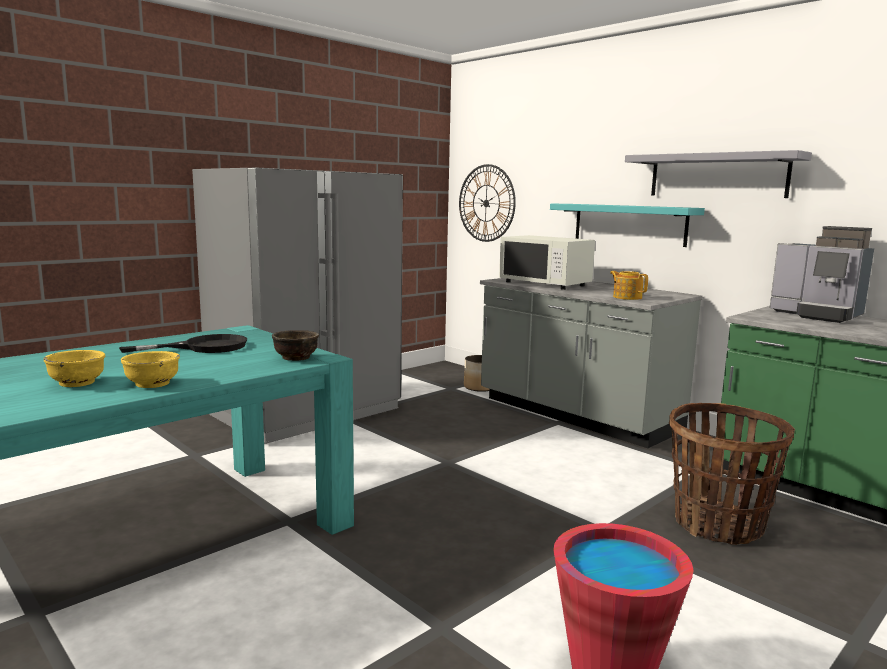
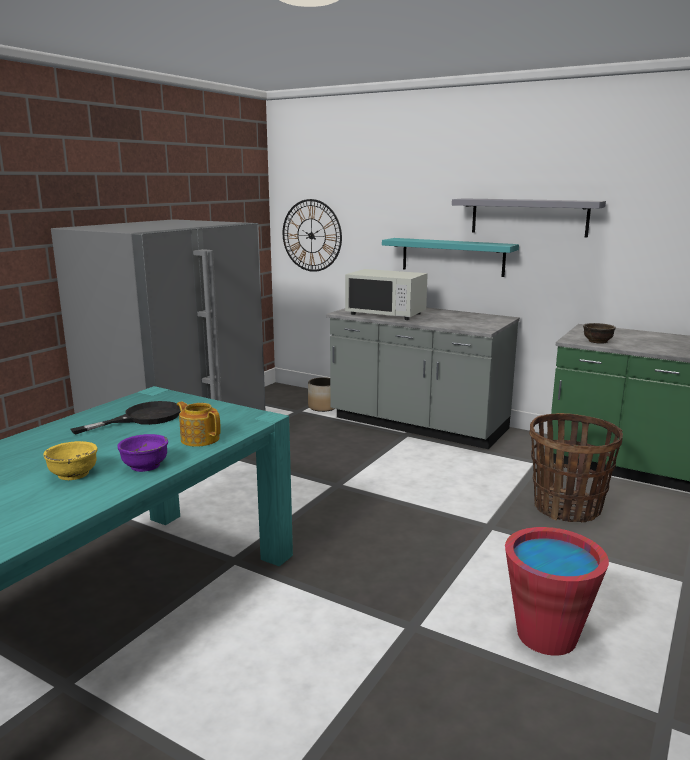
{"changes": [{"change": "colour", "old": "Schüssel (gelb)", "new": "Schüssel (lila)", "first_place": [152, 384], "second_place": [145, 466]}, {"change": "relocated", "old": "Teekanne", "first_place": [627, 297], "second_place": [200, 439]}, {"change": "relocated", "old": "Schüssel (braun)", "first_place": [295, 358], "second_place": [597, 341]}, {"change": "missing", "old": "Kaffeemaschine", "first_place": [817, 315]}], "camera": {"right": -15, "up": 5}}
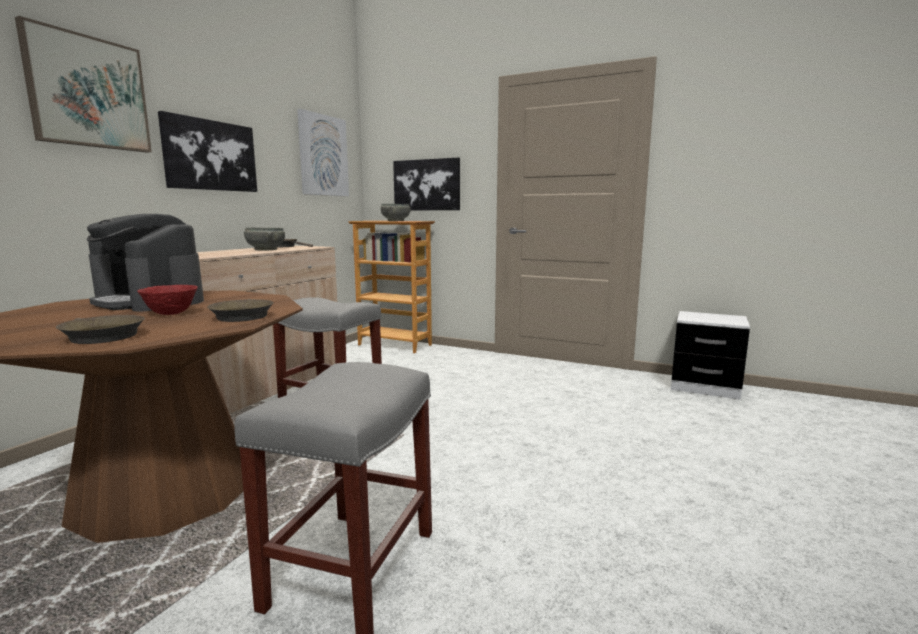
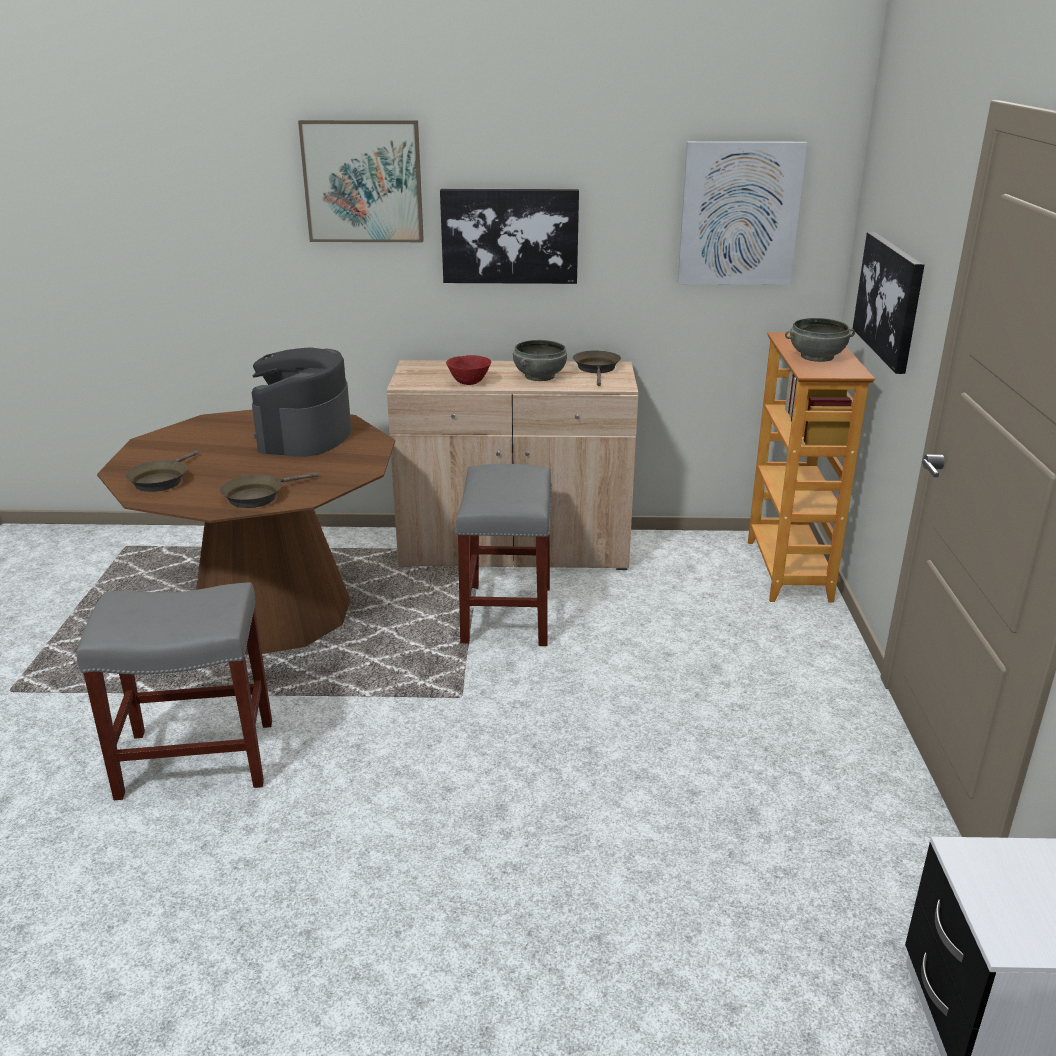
{"changes": [{"change": "relocated", "old": "Schüssel (rot)", "first_place": [171, 314], "second_place": [469, 383]}], "camera": {"right": 65, "up": 15}}
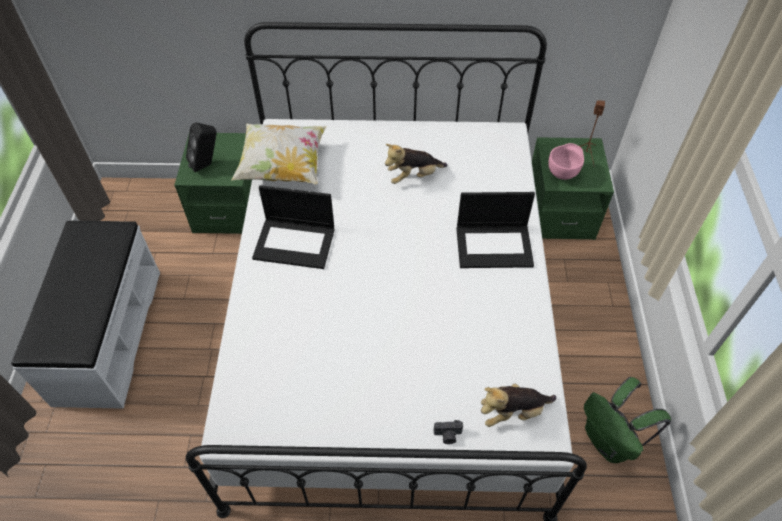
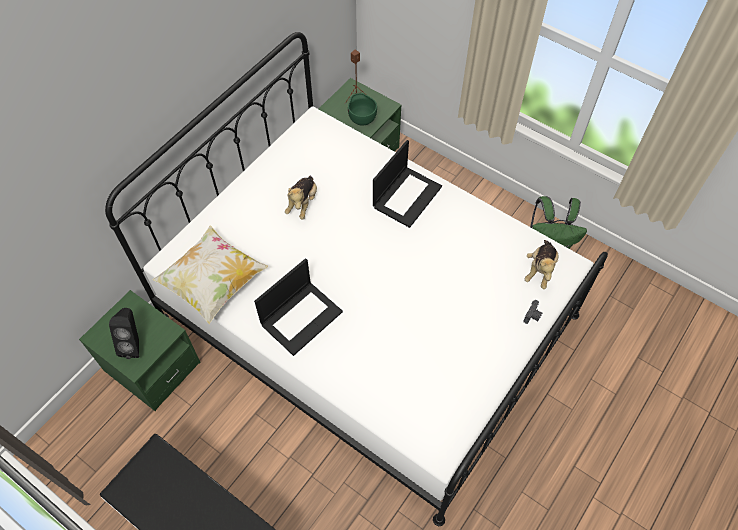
{"changes": [{"change": "colour", "old": "Schüssel (rosa)", "new": "Schüssel (grün)", "first_place": [562, 173], "second_place": [362, 120]}], "camera": {"right": -55, "up": 5}}
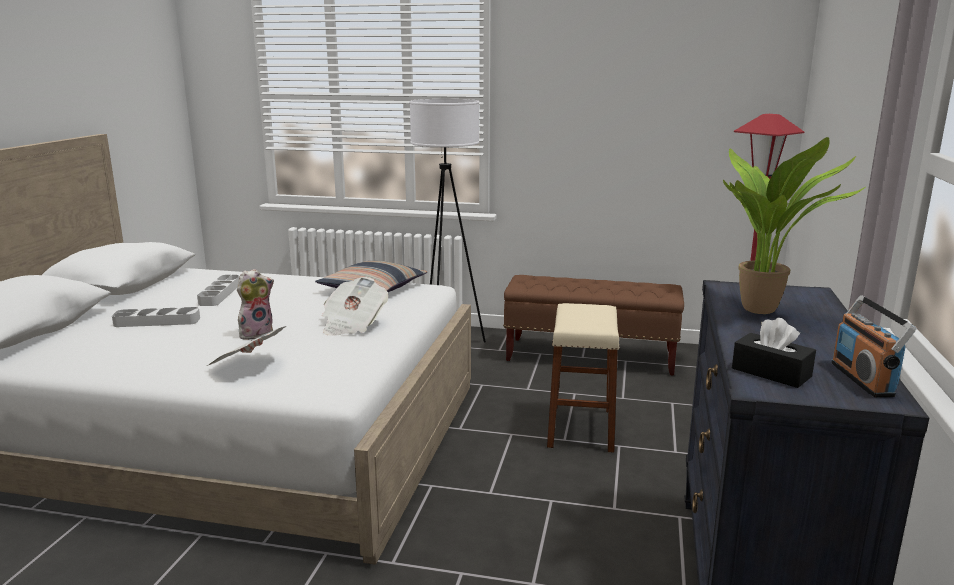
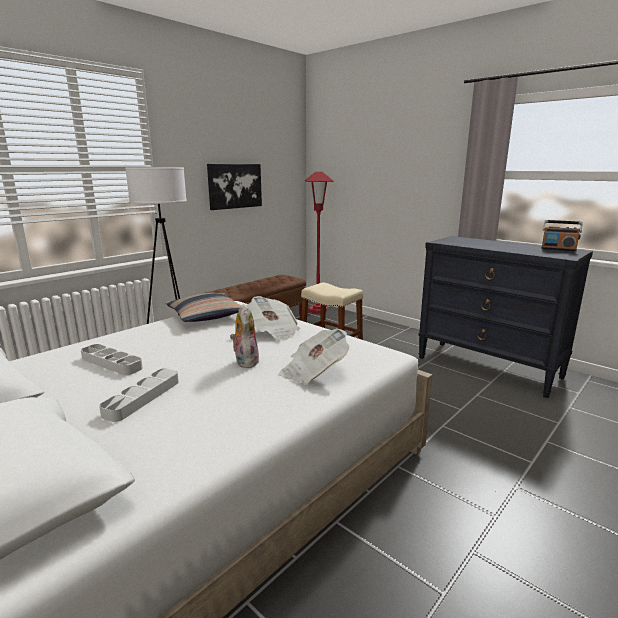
{"changes": [{"change": "appeared", "new": "Bild", "second_place": [234, 186]}, {"change": "missing", "old": "Topfpflanze", "first_place": [765, 310]}, {"change": "missing", "old": "Taschentuchbox (schwarz)", "first_place": [771, 372]}], "camera": {"right": -60, "up": 0}}
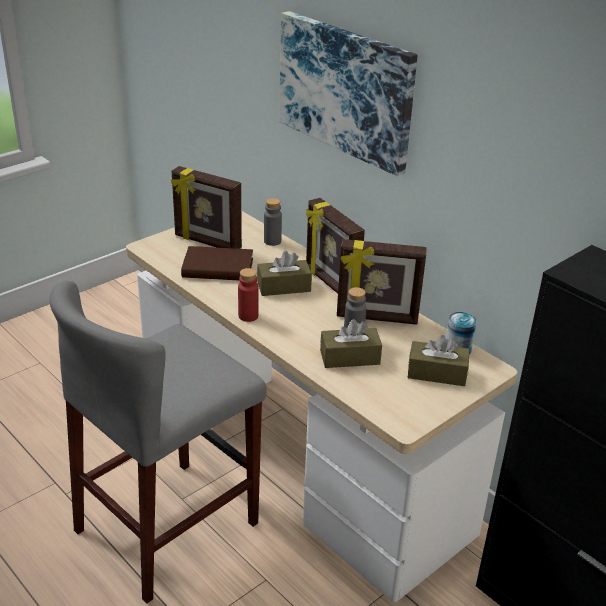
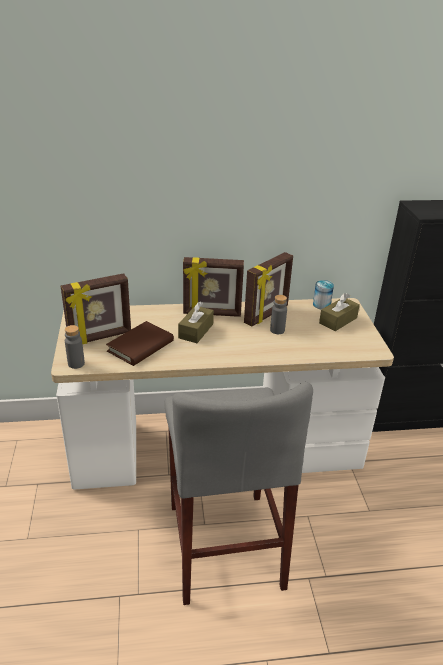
{"changes": [{"change": "relocated", "old": "Flasche (grau)", "first_place": [272, 241], "second_place": [76, 363]}, {"change": "missing", "old": "Flasche (rot)", "first_place": [248, 316]}, {"change": "missing", "old": "Bild", "first_place": [346, 90]}, {"change": "missing", "old": "Taschentuchbox (braun)", "first_place": [350, 357]}], "camera": {"right": -55, "up": 0}}
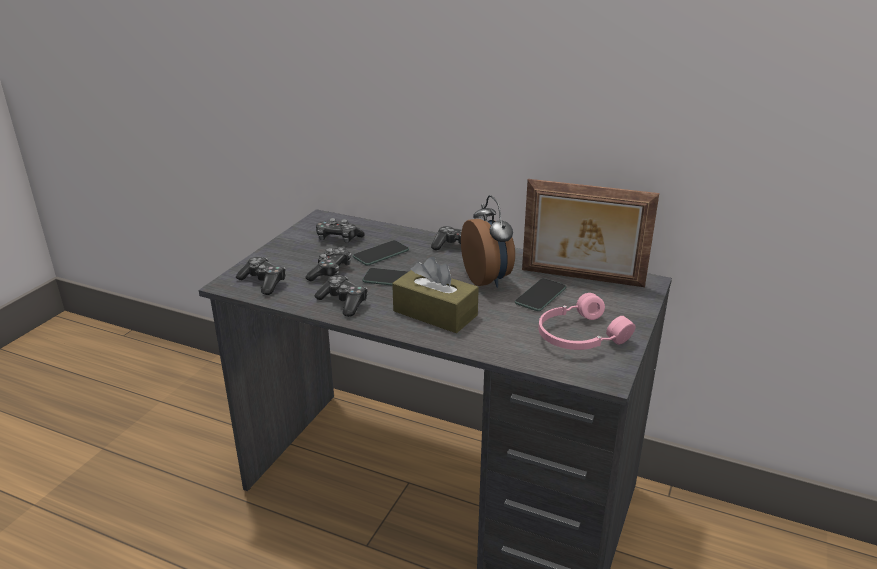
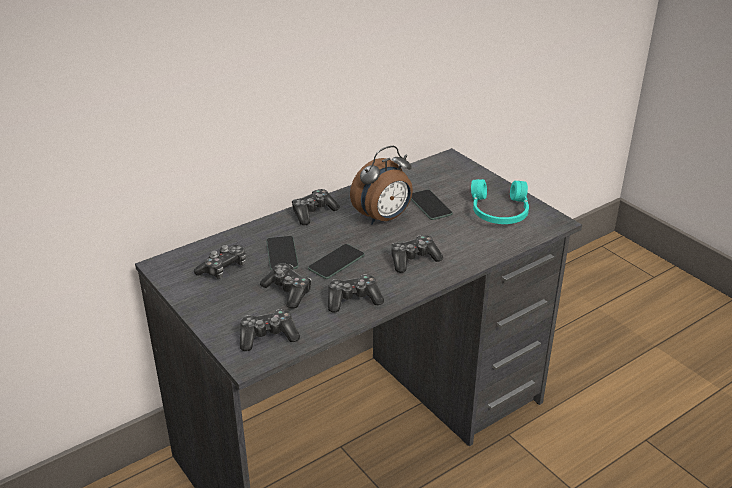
{"changes": [{"change": "spun", "old": "Wecker", "first_place": [488, 280], "second_place": [383, 218], "degrees": 135}, {"change": "exchanged", "old": "Taschentuchbox (braun)", "new": "Gamepad", "first_place": [435, 313], "second_place": [413, 260]}, {"change": "colour", "old": "Kopfhörer (rosa)", "new": "Kopfhörer (türkis)", "first_place": [579, 336], "second_place": [498, 212]}, {"change": "missing", "old": "Bilderrahmen", "first_place": [582, 279]}], "camera": {"right": -60, "up": 5}}
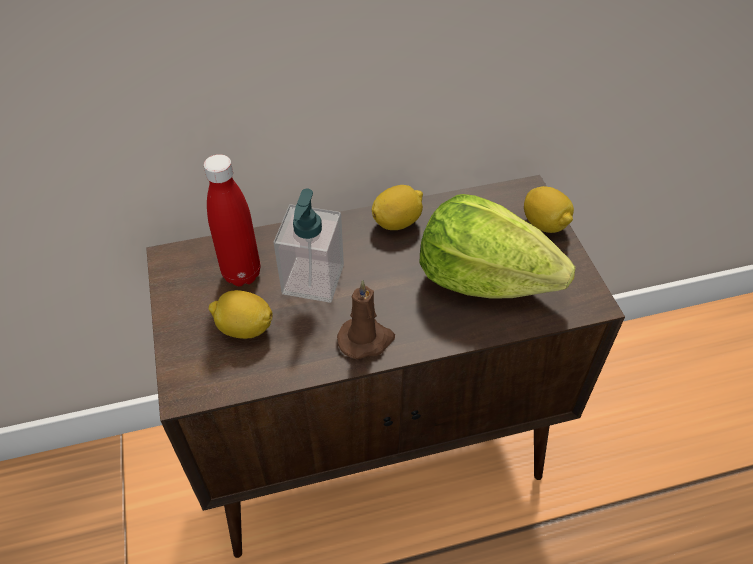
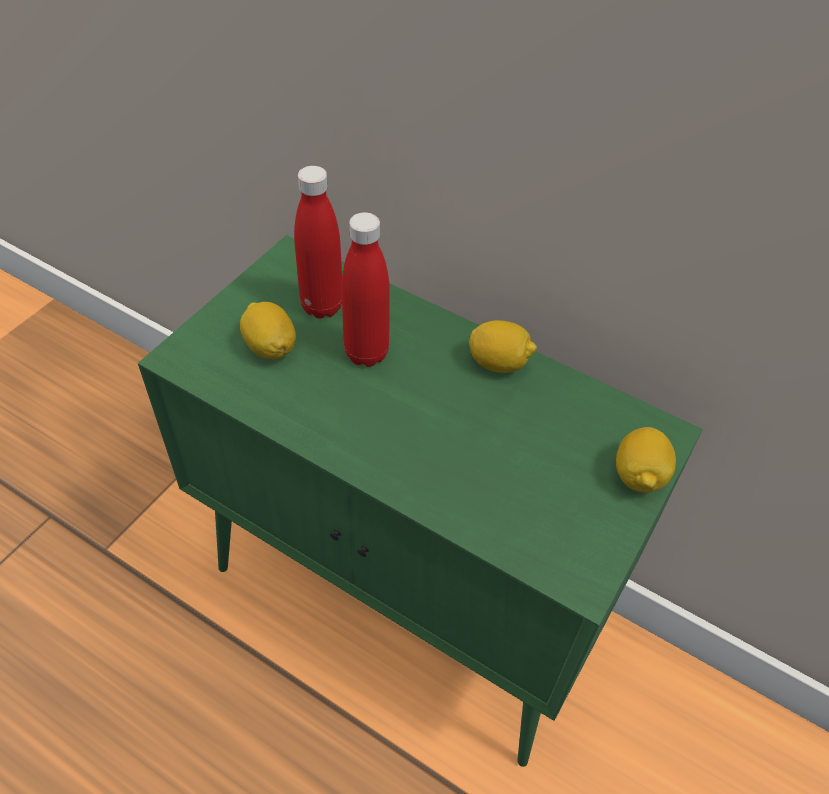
{"changes": [{"change": "colour", "old": "Schrank (braun)", "new": "Schrank (grün)", "first_place": [379, 453], "second_place": [408, 600]}, {"change": "exchanged", "old": "Seifenspender", "new": "Flasche (rot)", "first_place": [313, 279], "second_place": [366, 353]}, {"change": "missing", "old": "Kerze (braun)", "first_place": [366, 339]}, {"change": "missing", "old": "Salatkopf", "first_place": [483, 279]}], "camera": {"right": 45, "up": 0}}
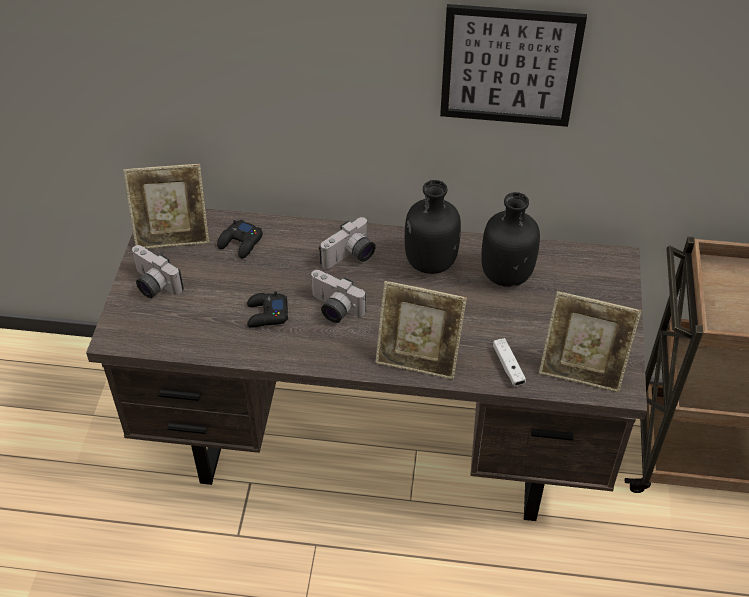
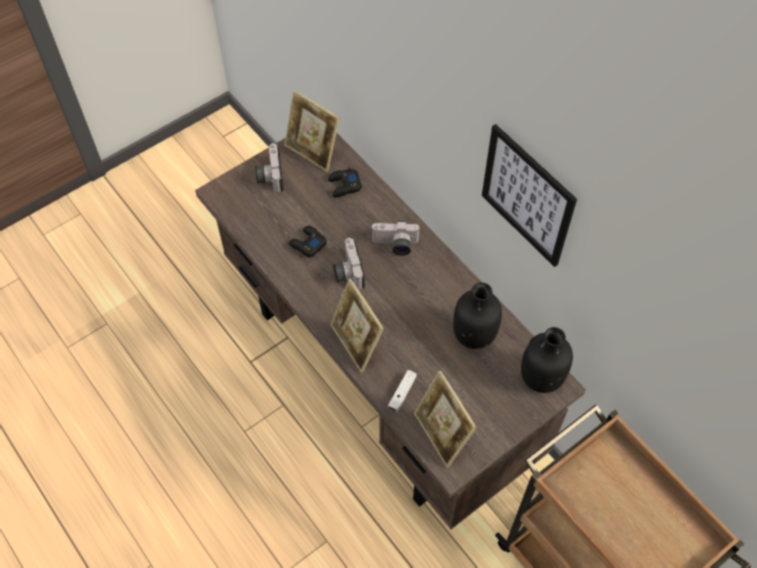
{"changes": [{"change": "relocated", "old": "Flasche (schwarz)", "first_place": [429, 262], "second_place": [540, 377]}], "camera": {"right": 45, "up": 10}}
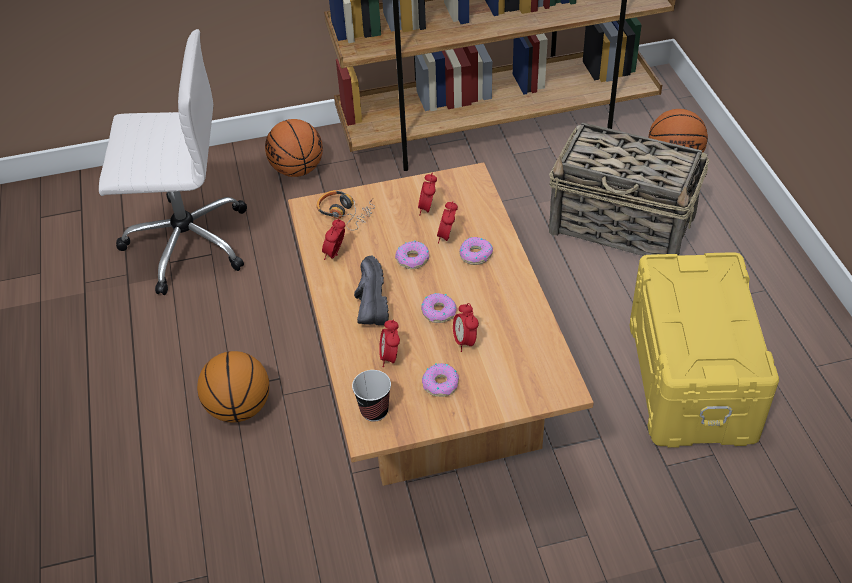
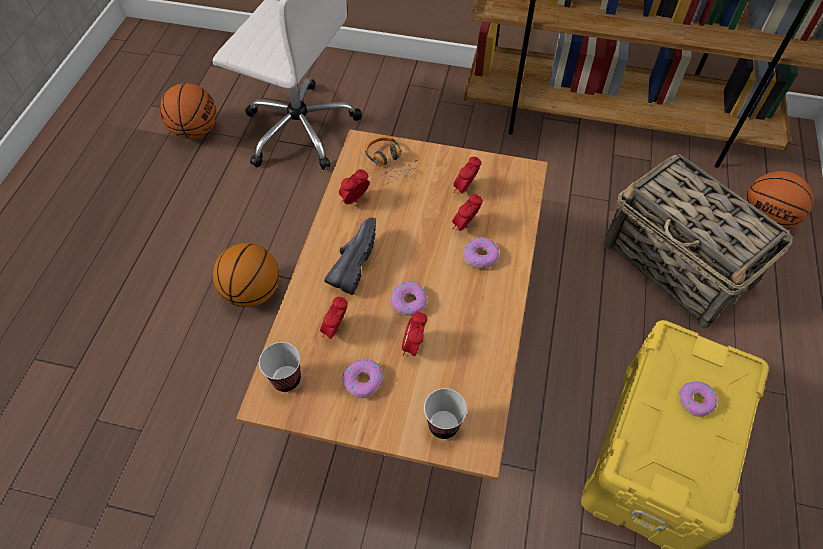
{"changes": [{"change": "relocated", "old": "Basketball", "first_place": [297, 170], "second_place": [195, 131]}, {"change": "appeared", "new": "Tasse", "second_place": [443, 425]}, {"change": "relocated", "old": "Donut", "first_place": [413, 259], "second_place": [696, 401]}], "camera": {"right": 25, "up": 10}}
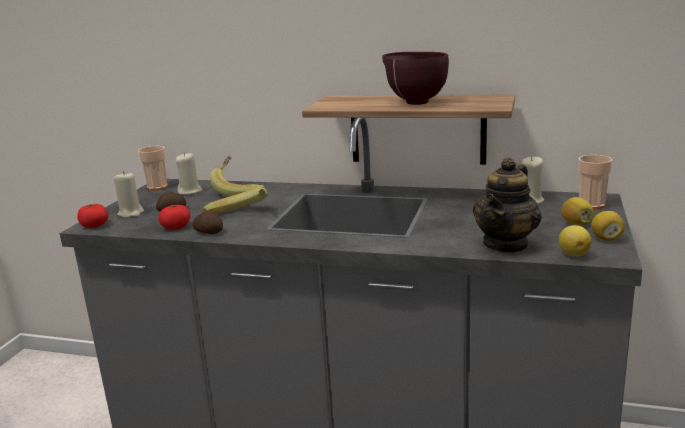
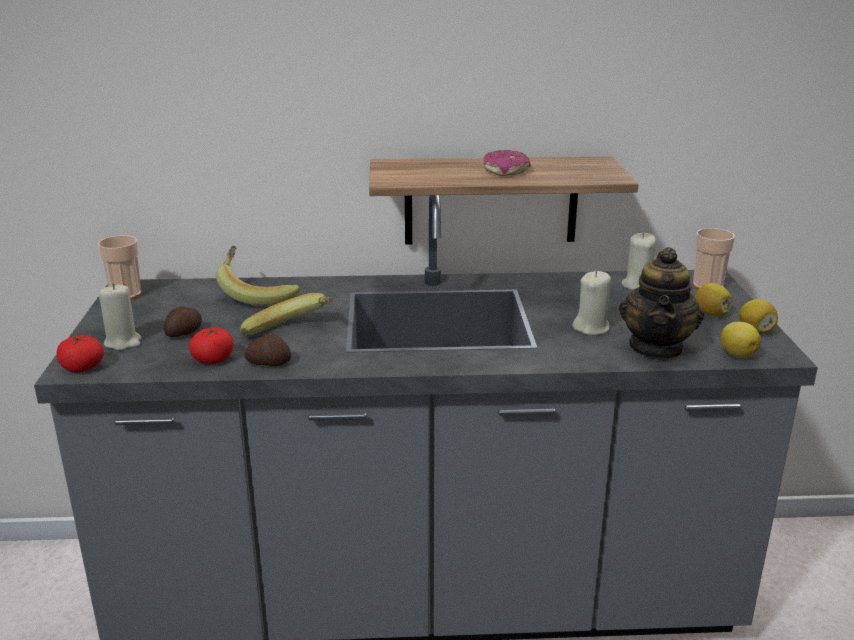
{"changes": [{"change": "exchanged", "old": "Schüssel (braun)", "new": "Donut", "first_place": [414, 102], "second_place": [506, 171]}, {"change": "relocated", "old": "Kerze (beige)", "first_place": [190, 191], "second_place": [591, 328]}], "camera": {"right": -20, "up": 5}}
